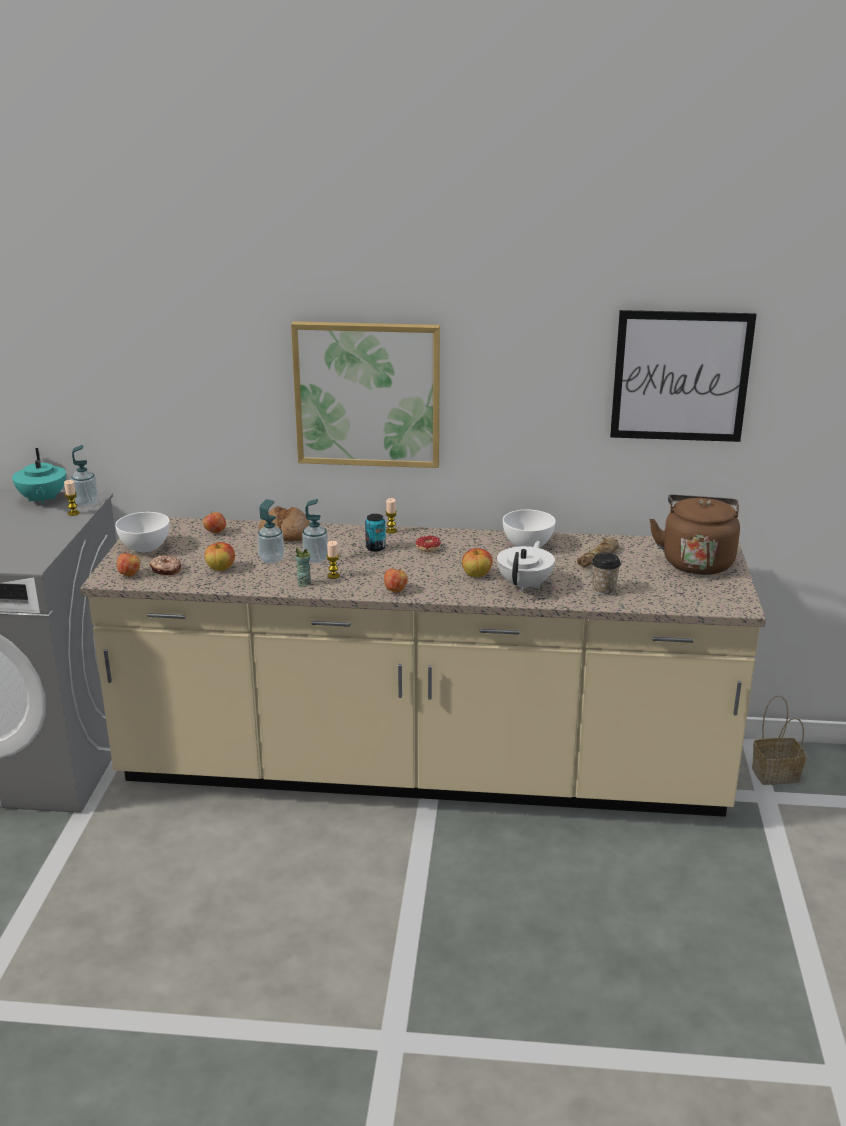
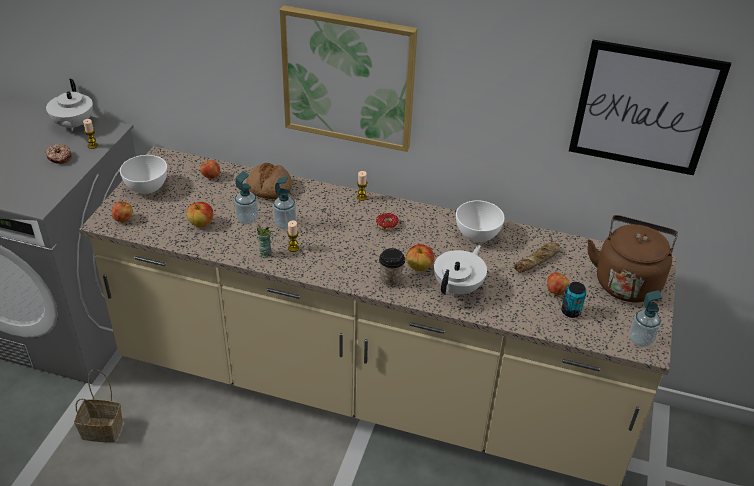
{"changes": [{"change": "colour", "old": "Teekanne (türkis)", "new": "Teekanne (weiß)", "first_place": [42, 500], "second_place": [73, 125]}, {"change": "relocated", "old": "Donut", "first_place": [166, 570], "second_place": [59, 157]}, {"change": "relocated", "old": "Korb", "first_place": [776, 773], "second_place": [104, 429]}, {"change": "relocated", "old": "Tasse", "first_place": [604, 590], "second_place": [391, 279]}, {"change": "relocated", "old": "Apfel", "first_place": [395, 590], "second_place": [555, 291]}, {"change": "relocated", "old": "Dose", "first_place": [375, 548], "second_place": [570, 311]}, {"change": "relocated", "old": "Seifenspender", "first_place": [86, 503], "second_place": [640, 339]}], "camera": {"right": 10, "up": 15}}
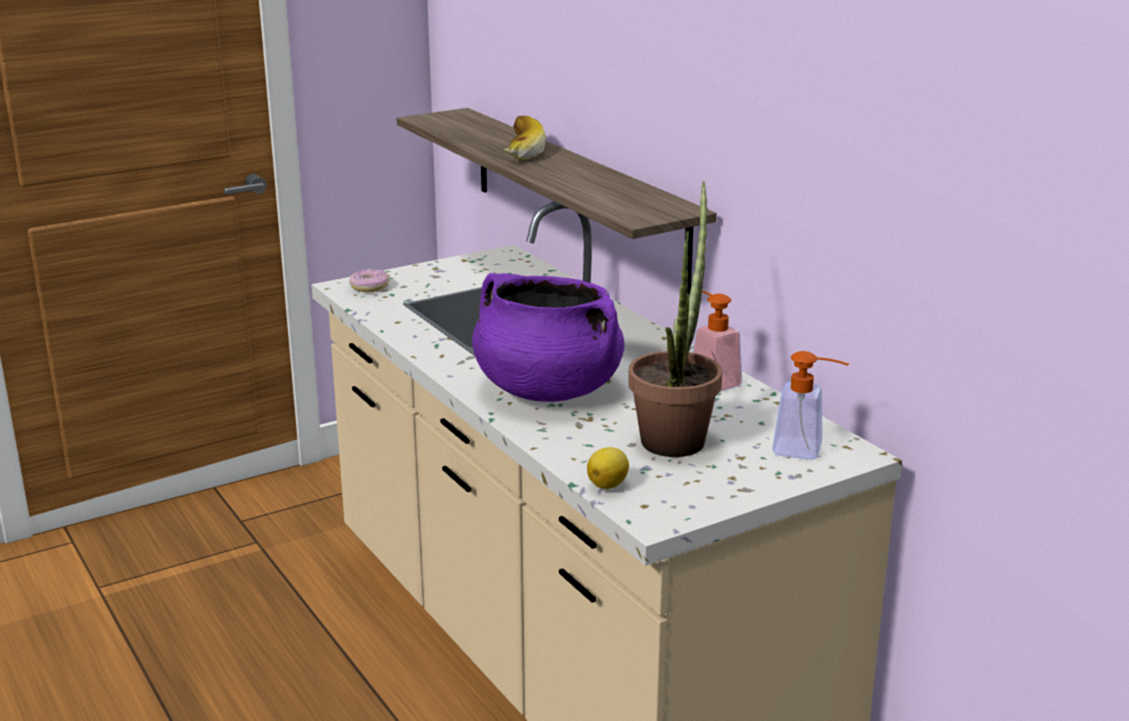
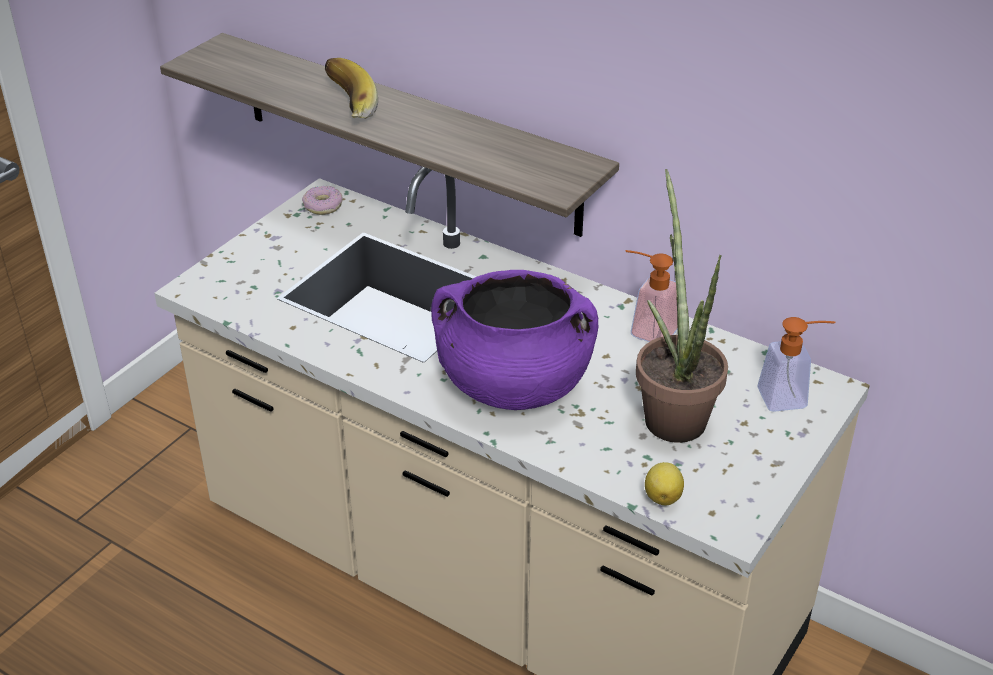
{"changes": [{"change": "relocated", "old": "Donut", "first_place": [369, 287], "second_place": [323, 206]}], "camera": {"right": -25, "up": 15}}
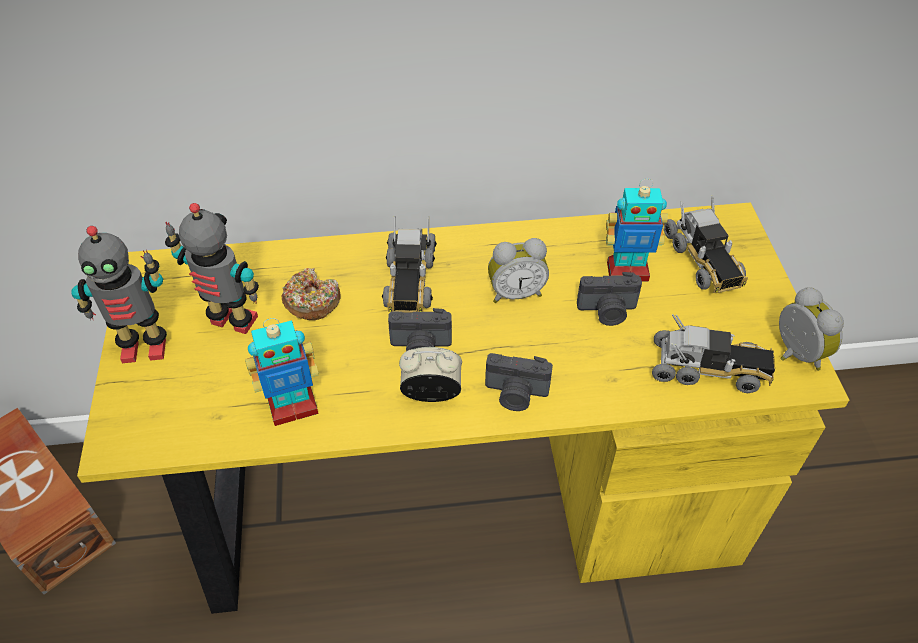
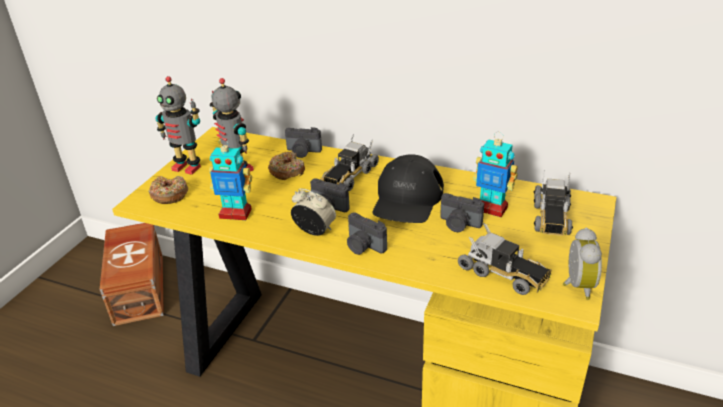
{"changes": [{"change": "appeared", "new": "Donut", "second_place": [169, 195]}, {"change": "appeared", "new": "Kamera", "second_place": [303, 152]}, {"change": "exchanged", "old": "Wecker", "new": "Kappe (schwarz)", "first_place": [515, 293], "second_place": [407, 199]}], "camera": {"right": 30, "up": -15}}
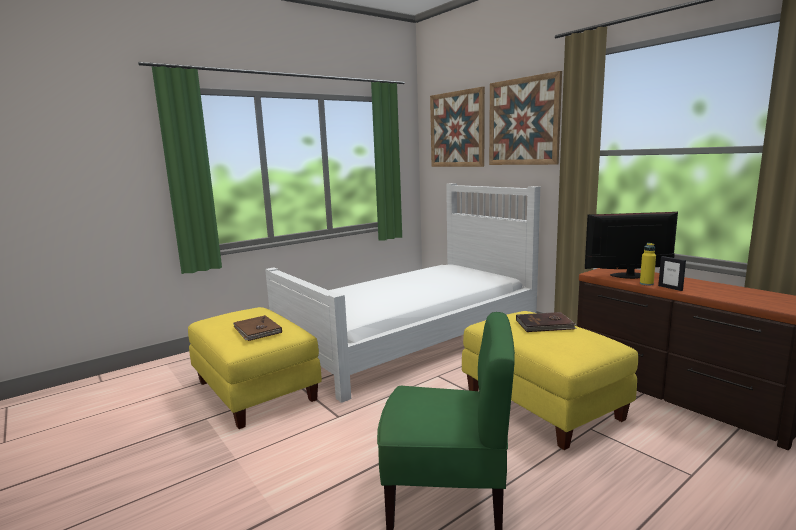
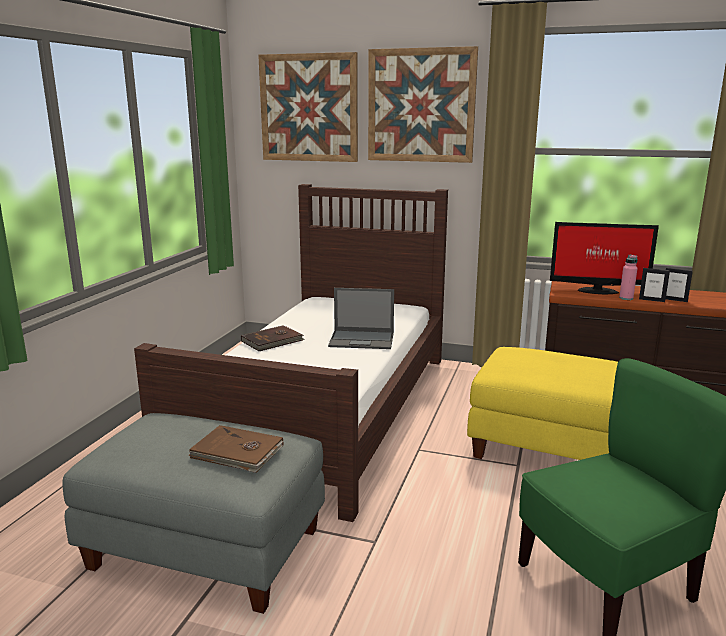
{"changes": [{"change": "colour", "old": "Polsterhocker (gelb)", "new": "Polsterhocker (grau)", "first_place": [257, 391], "second_place": [208, 548]}, {"change": "colour", "old": "Bett (weiß)", "new": "Bett (braun)", "first_place": [411, 338], "second_place": [324, 409]}, {"change": "relocated", "old": "Buch (braun)", "first_place": [545, 325], "second_place": [273, 341]}, {"change": "appeared", "new": "Laptop", "second_place": [362, 340]}, {"change": "spun", "old": "Monitor", "first_place": [630, 275], "second_place": [596, 290], "degrees": -135}, {"change": "colour", "old": "Flasche (gelb)", "new": "Flasche (rosa)", "first_place": [646, 284], "second_place": [626, 298]}, {"change": "appeared", "new": "Bilderrahmen", "second_place": [674, 300]}], "camera": {"right": -35, "up": 5}}
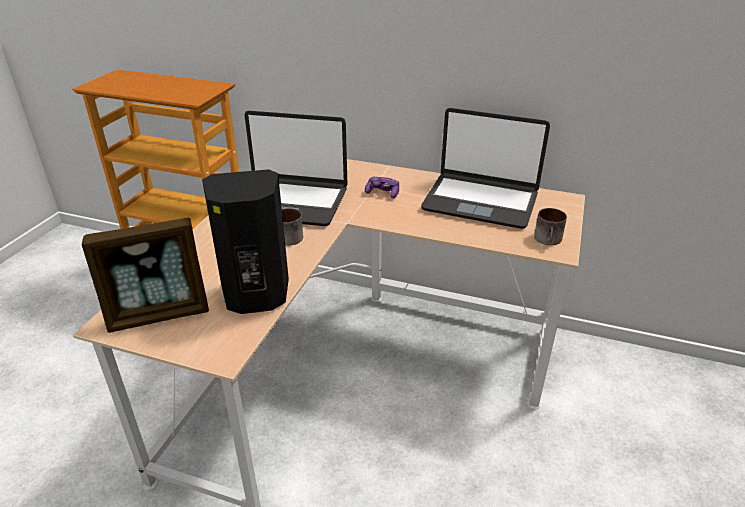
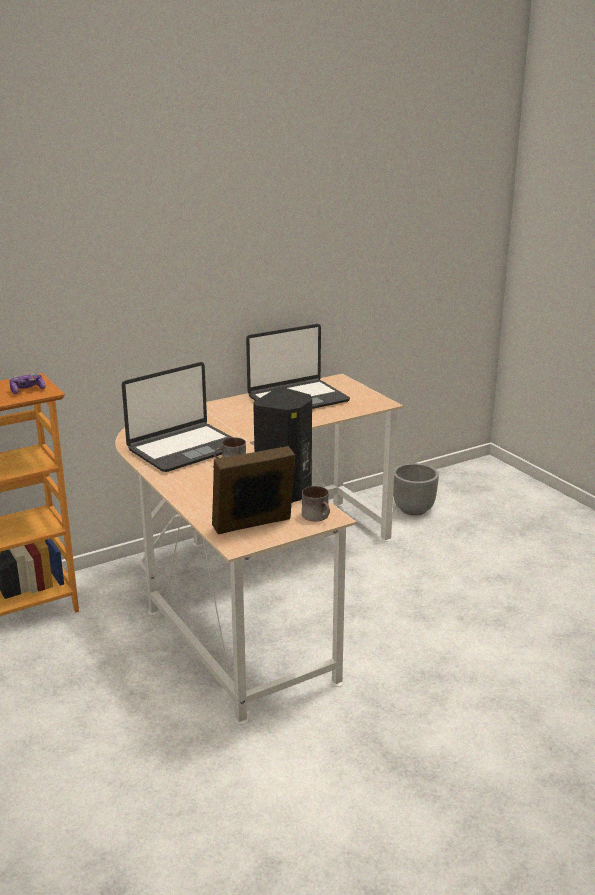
{"changes": [{"change": "relocated", "old": "Gamepad", "first_place": [382, 193], "second_place": [27, 390]}, {"change": "spun", "old": "Bilderrahmen", "first_place": [160, 313], "second_place": [253, 526], "degrees": -135}, {"change": "relocated", "old": "Henkelbecher", "first_place": [549, 240], "second_place": [318, 516]}, {"change": "appeared", "new": "Pflanzkübel (grau)", "second_place": [414, 509]}], "camera": {"right": -50, "up": -10}}
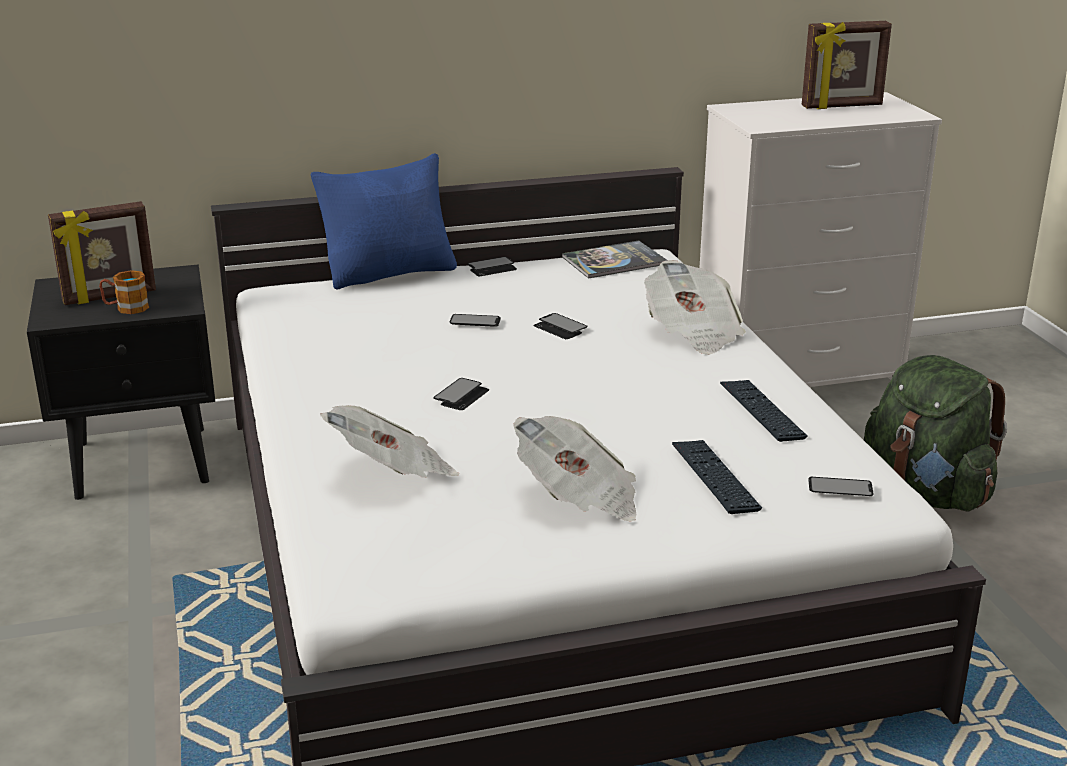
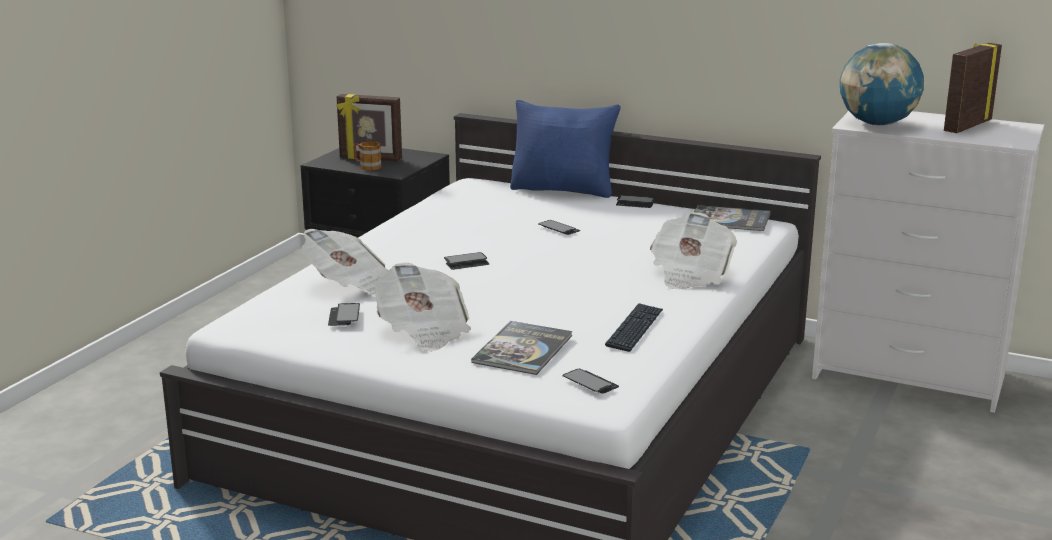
{"changes": [{"change": "relocated", "old": "Handy", "first_place": [560, 328], "second_place": [344, 316]}, {"change": "exchanged", "old": "Tastatur", "new": "Buch", "first_place": [714, 478], "second_place": [523, 349]}, {"change": "appeared", "new": "Globus", "second_place": [877, 124]}, {"change": "spun", "old": "Bilderrahmen", "first_place": [842, 106], "second_place": [966, 126], "degrees": 105}, {"change": "missing", "old": "Rucksack (grün)", "first_place": [926, 492]}], "camera": {"right": 40, "up": -5}}
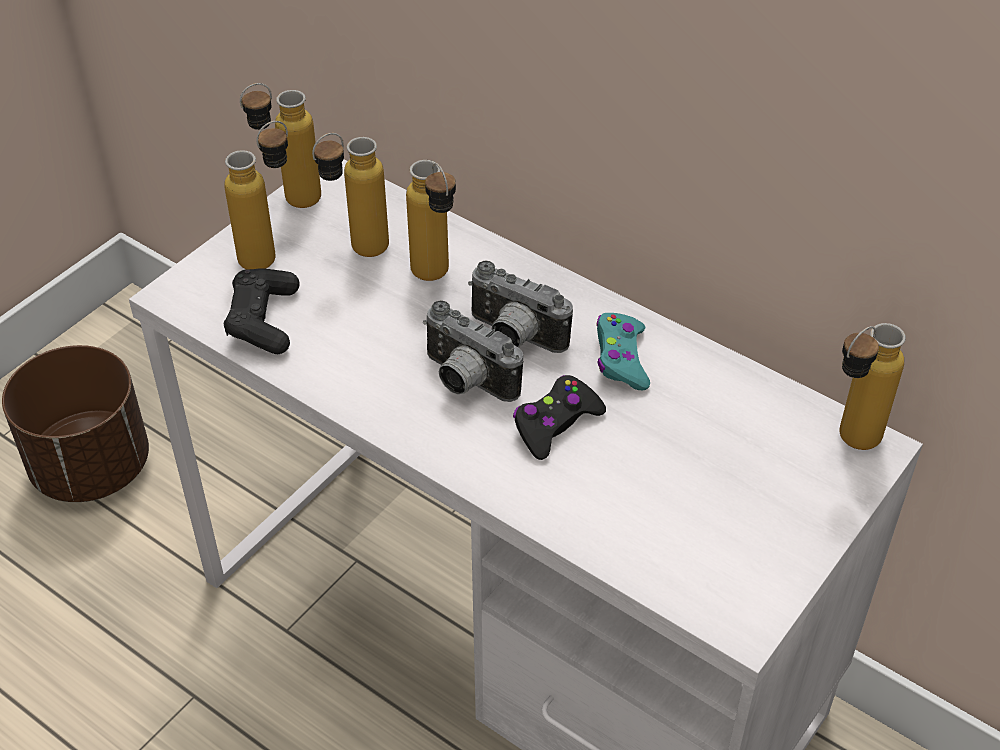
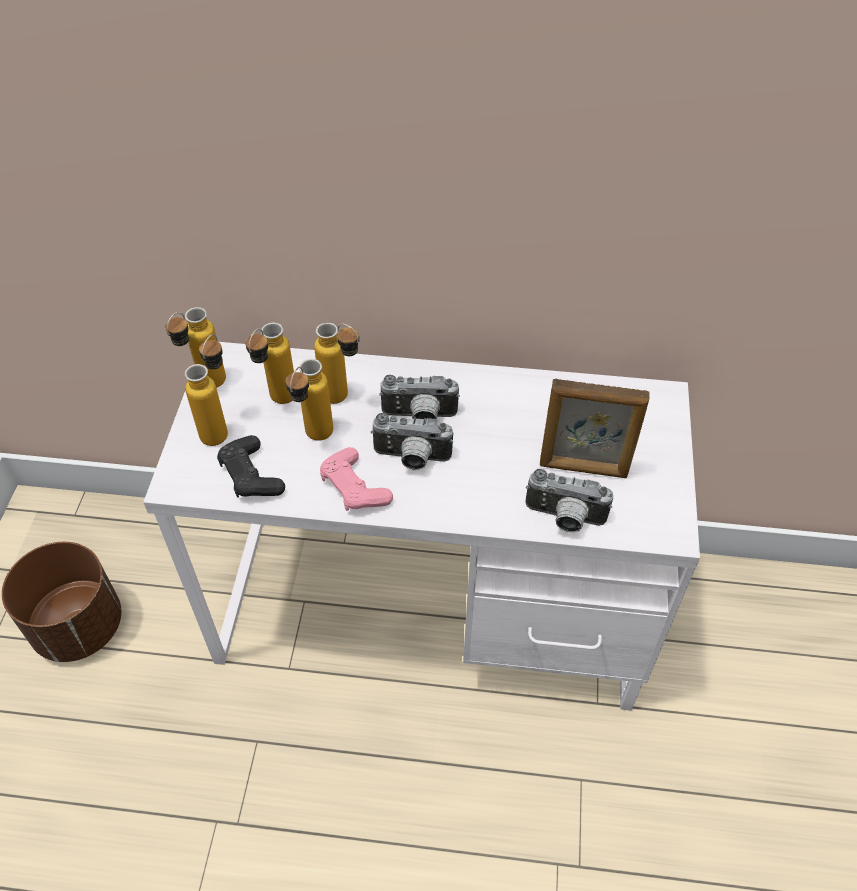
{"changes": [{"change": "relocated", "old": "Flasche", "first_place": [847, 444], "second_place": [314, 439]}, {"change": "appeared", "new": "Gamepad (rosa)", "second_place": [354, 488]}, {"change": "appeared", "new": "Kamera", "second_place": [564, 519]}, {"change": "appeared", "new": "Bilderrahmen", "second_place": [583, 468]}, {"change": "missing", "old": "Gamepad (schwarz)", "first_place": [555, 424]}, {"change": "missing", "old": "Gamepad (türkis)", "first_place": [621, 358]}], "camera": {"right": -30, "up": 5}}
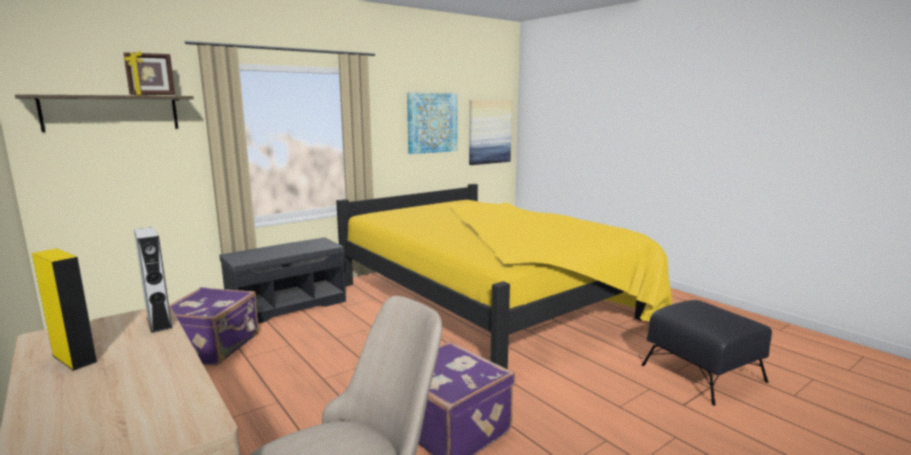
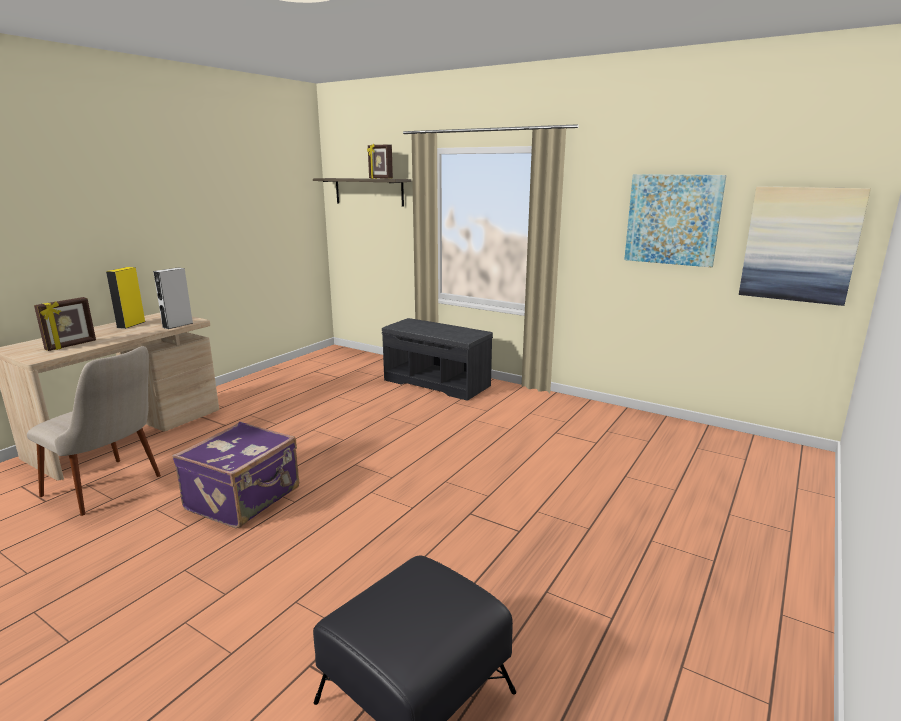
{"changes": [{"change": "appeared", "new": "Bilderrahmen", "second_place": [71, 345]}, {"change": "missing", "old": "Koffer (lila)", "first_place": [214, 347]}, {"change": "missing", "old": "Bett (gelb)", "first_place": [493, 300]}], "camera": {"right": 70, "up": 5}}
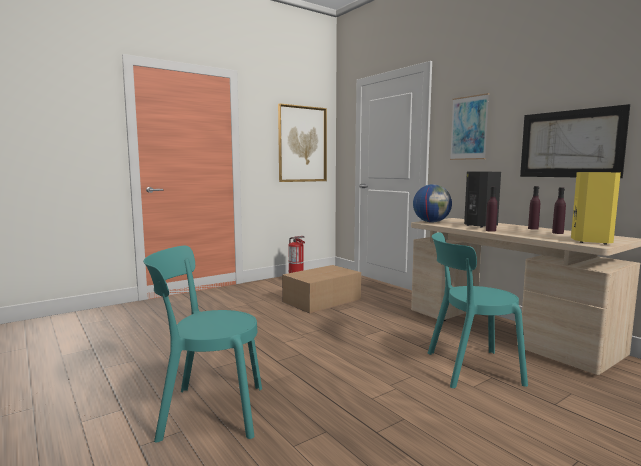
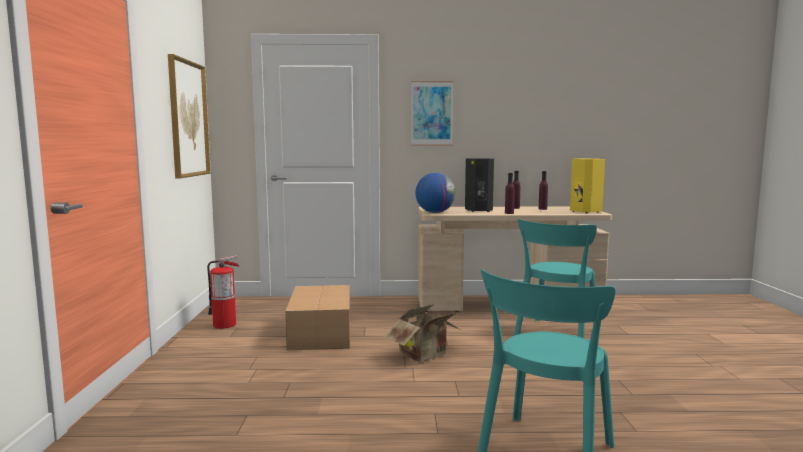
{"changes": [{"change": "appeared", "new": "Karton", "second_place": [426, 355]}, {"change": "missing", "old": "Bild", "first_place": [570, 144]}], "camera": {"right": -55, "up": 0}}
